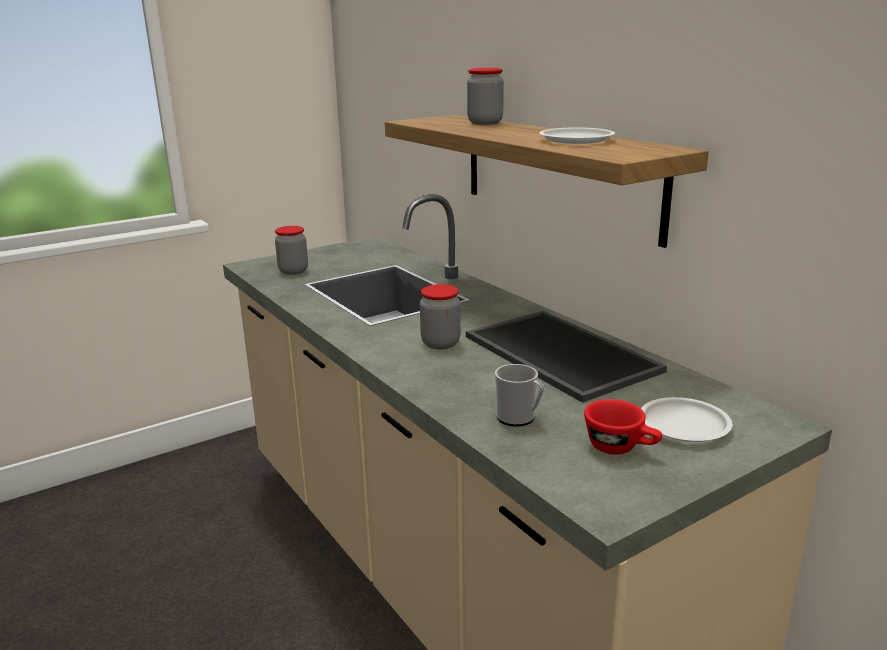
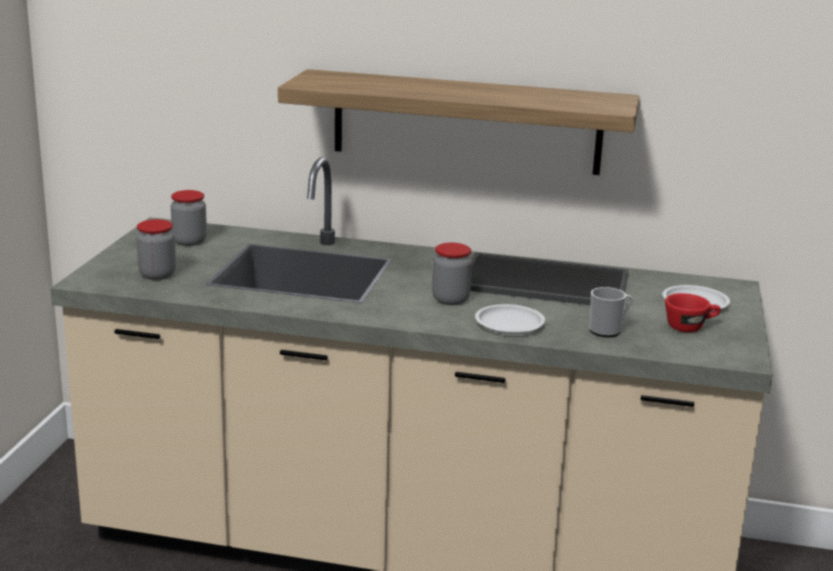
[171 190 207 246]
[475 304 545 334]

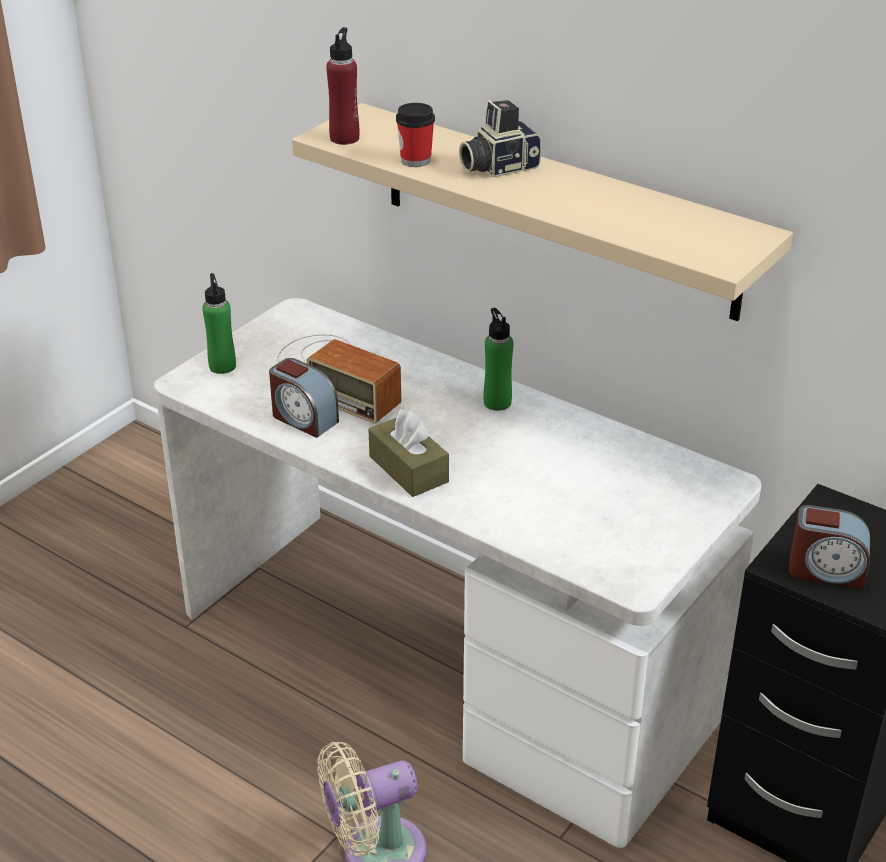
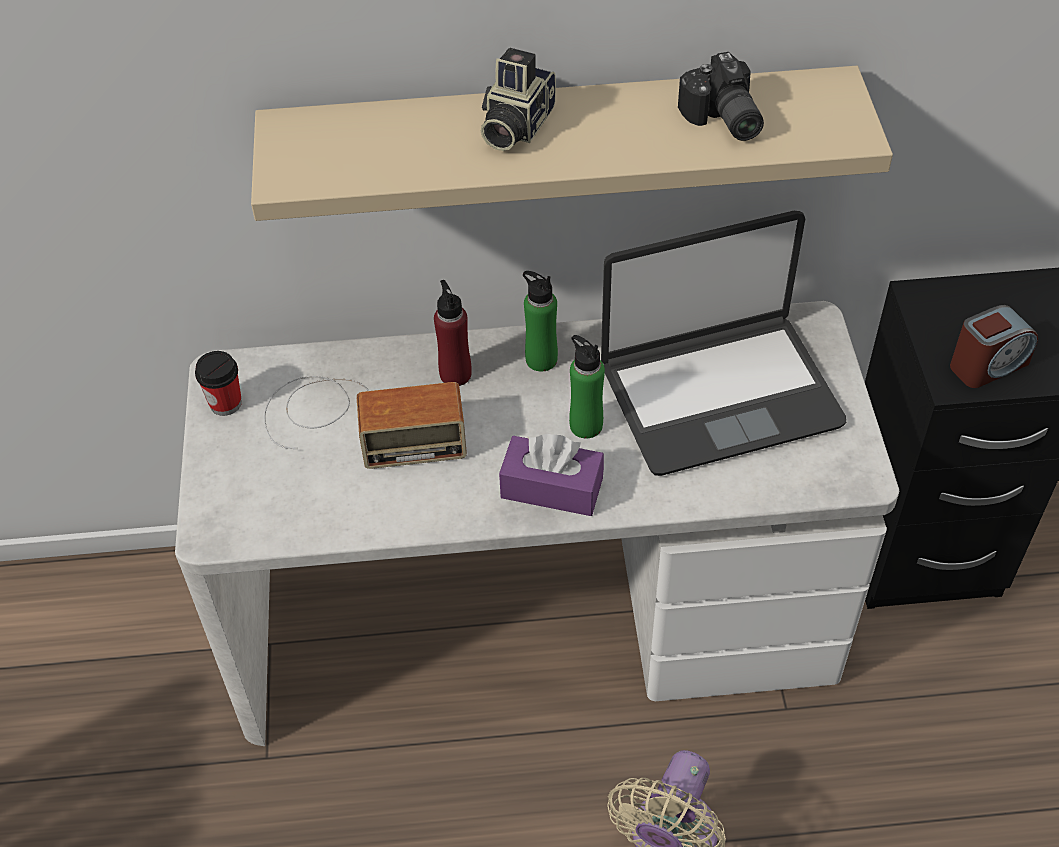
[569 335 605 438]
[269 358 339 438] (first image)
[434 280 472 386]
[499 434 604 516]
[195 351 242 416]
[601 211 846 476]
[678 52 764 141]

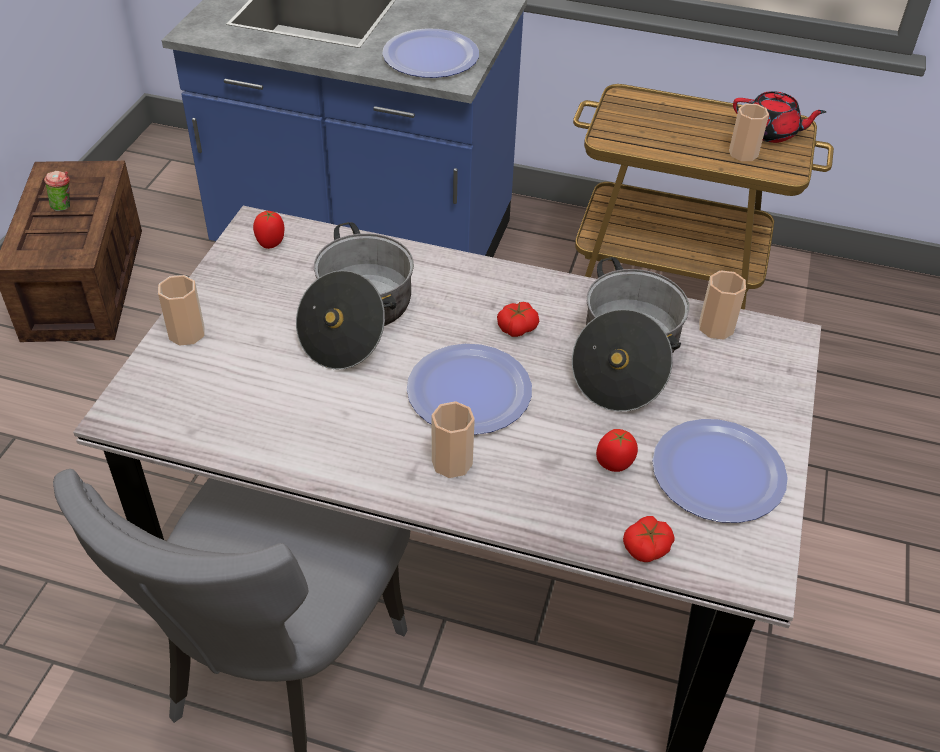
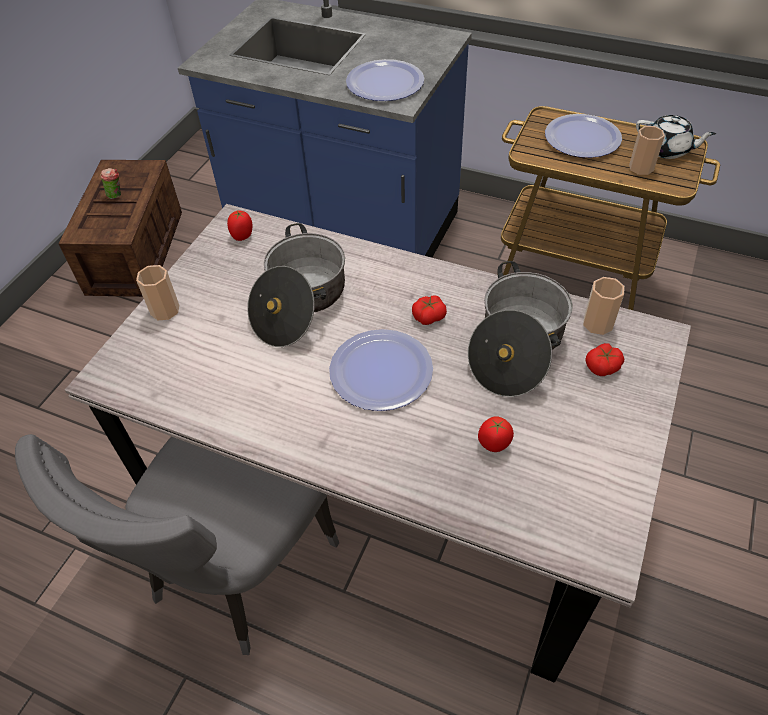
[432 401 475 478] (first image)
[586 343 624 376]
[545 114 622 158]
[636 115 716 159]

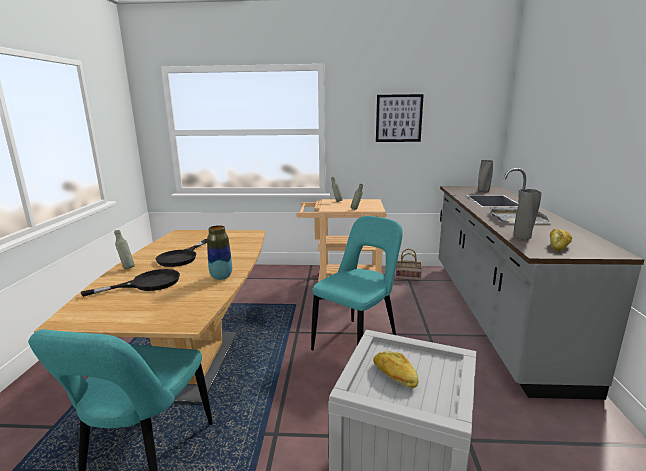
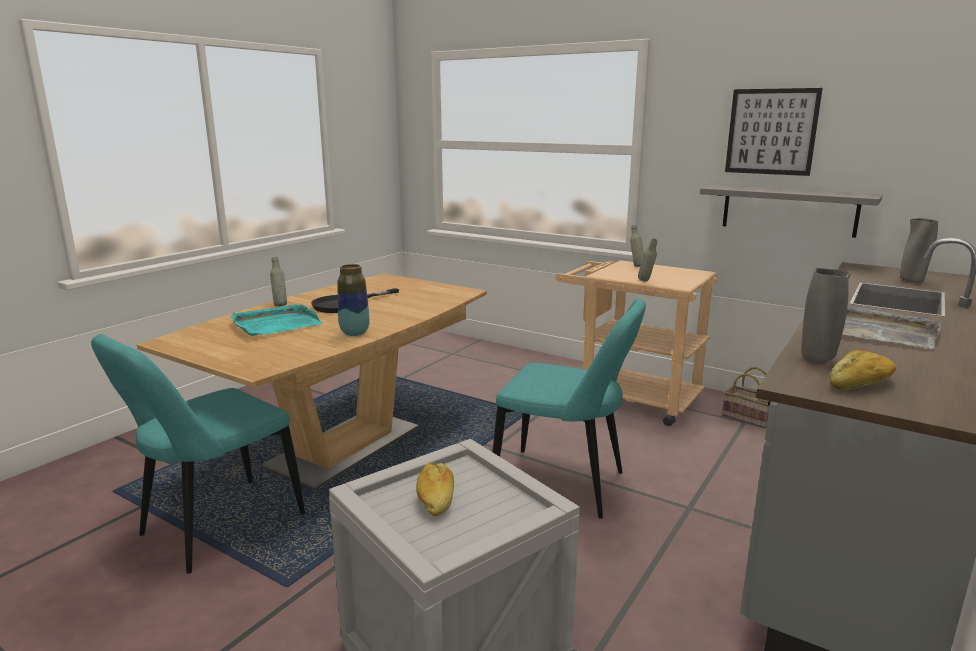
[231 304 323 336]
[493 299 646 519]
[700 185 883 238]

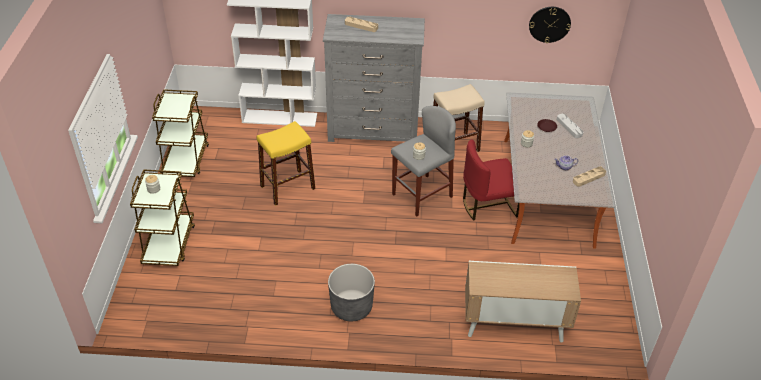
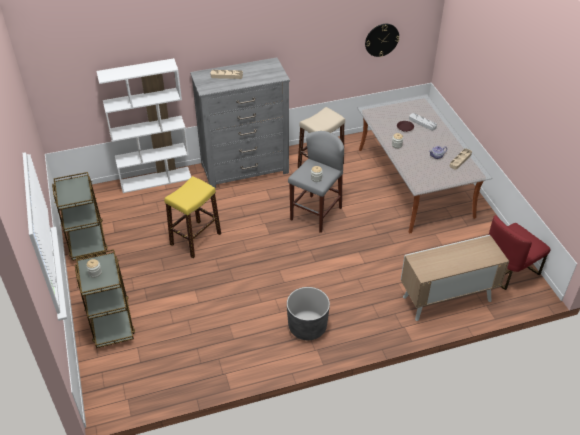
[489 215 551 290]

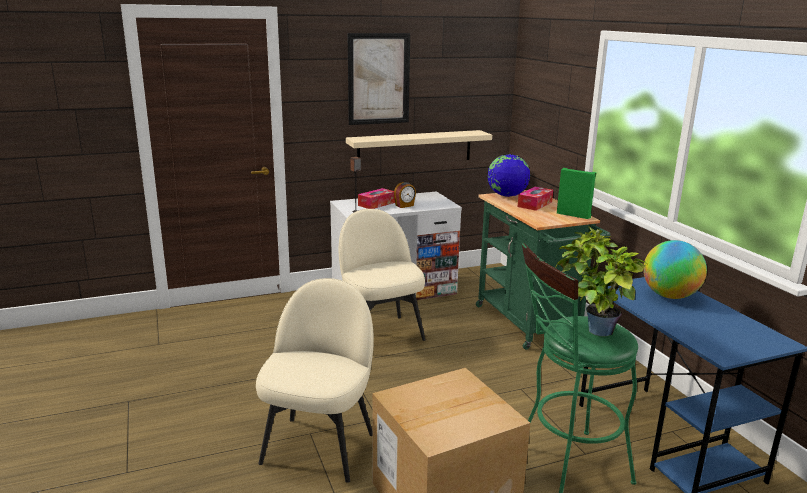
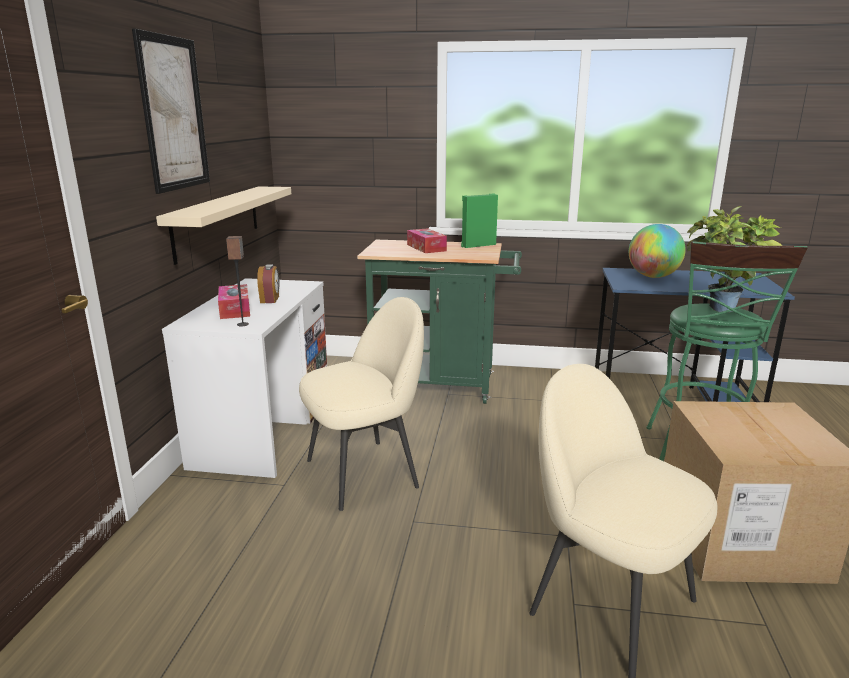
[299 297 424 511]
[487 154 530 197] (first image)

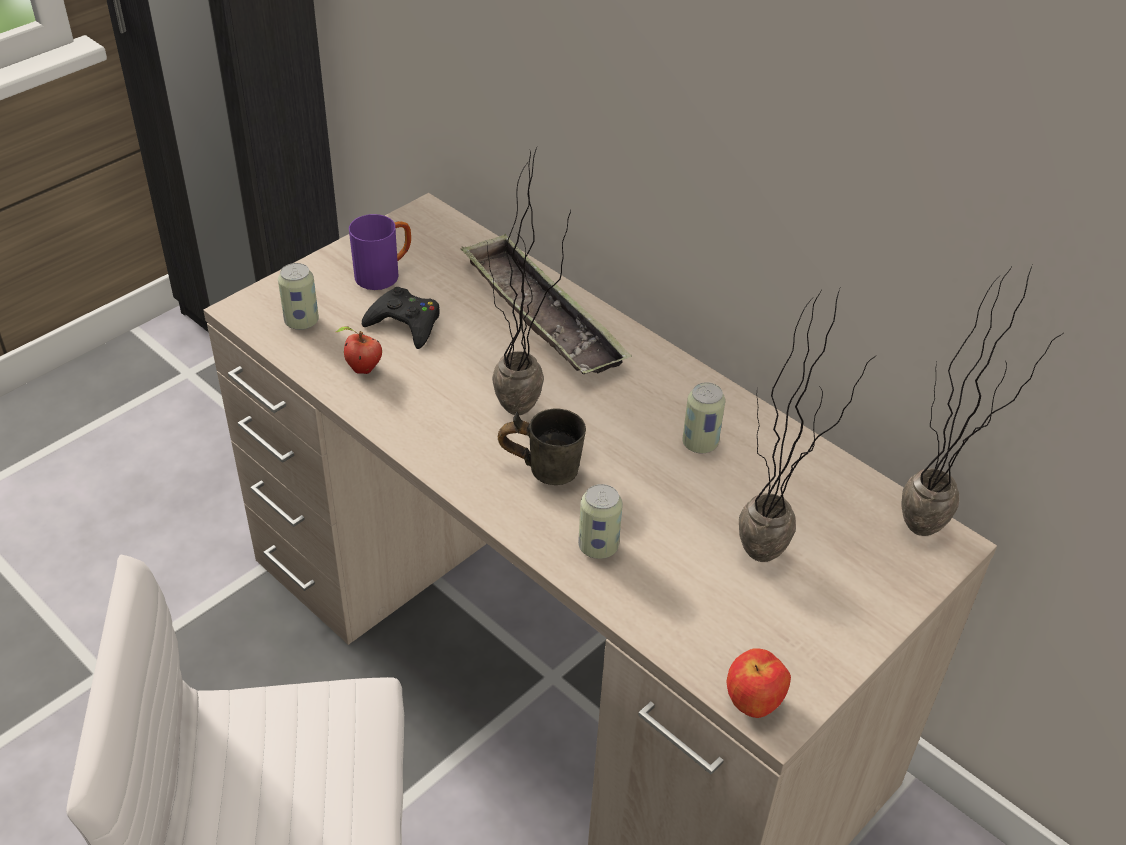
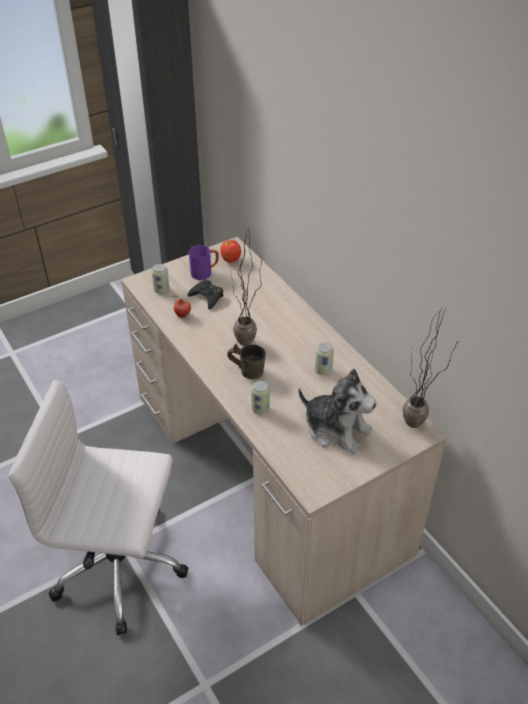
[461 234 632 374] (first image)
[221 240 241 263]
[298 368 377 454]

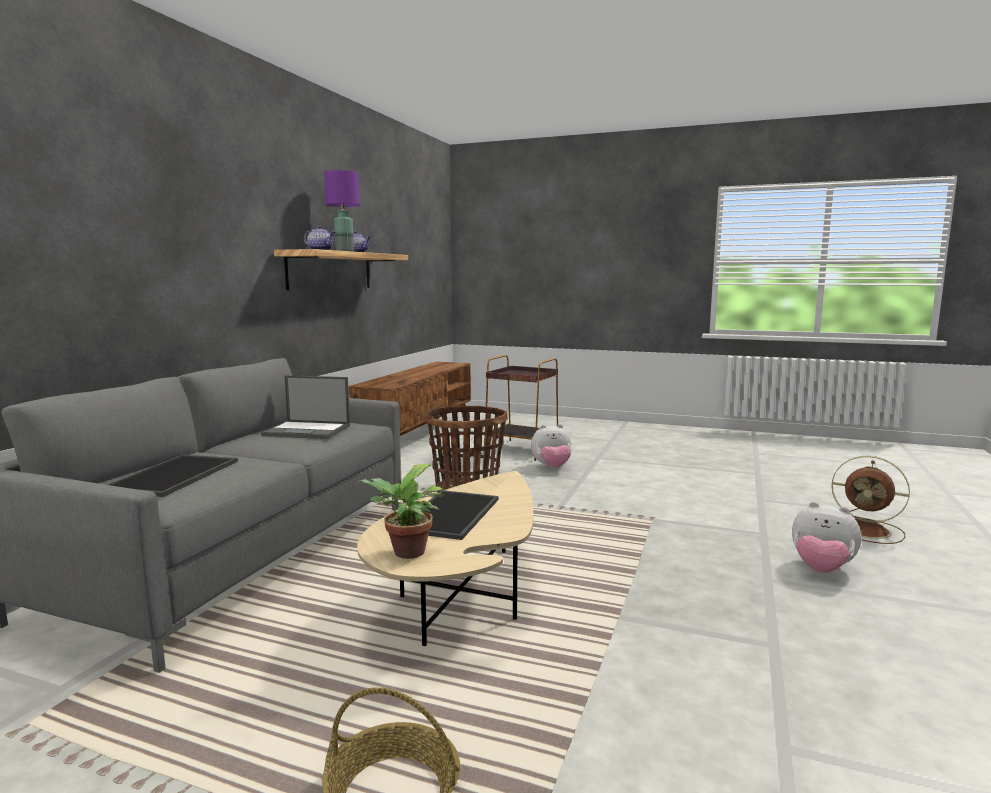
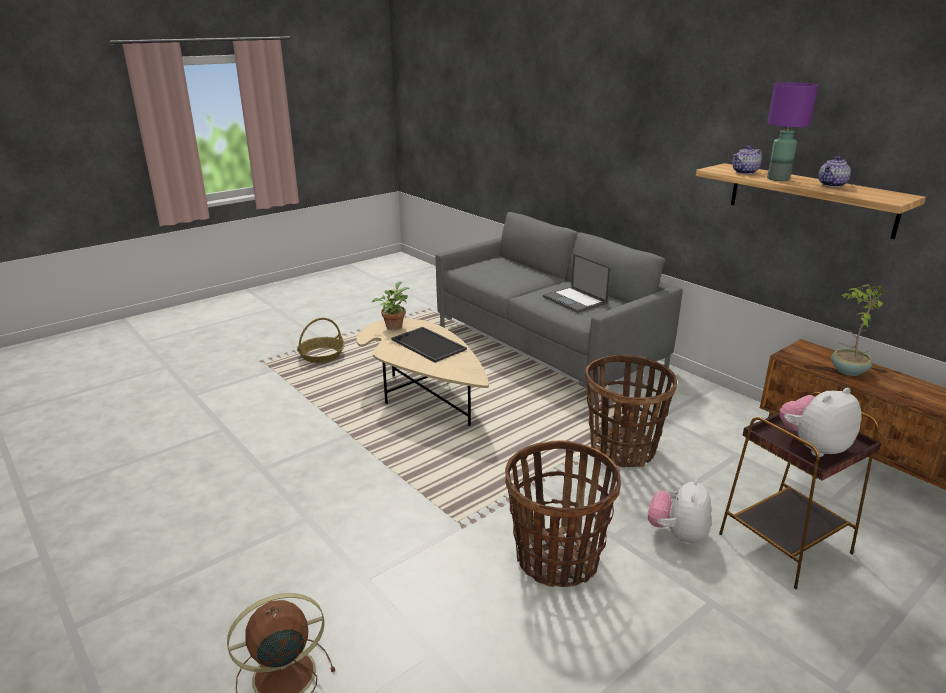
[107 455 238 497] (first image)
[543 254 611 313]
[779 388 862 457]
[505 441 621 587]
[831 285 886 376]

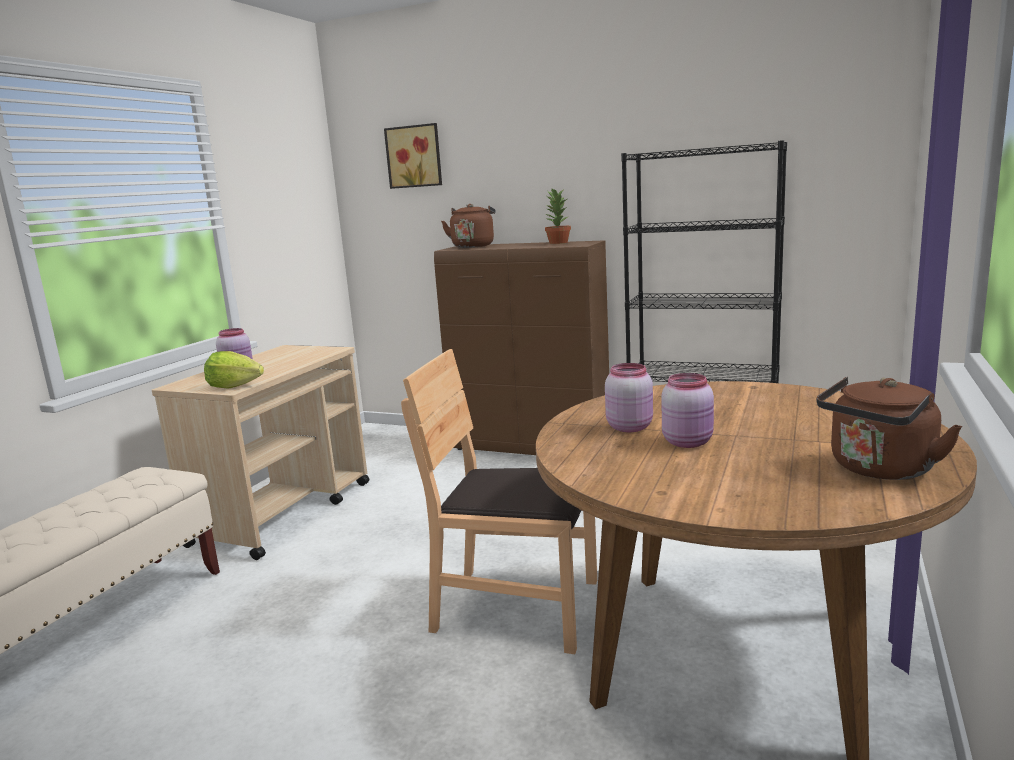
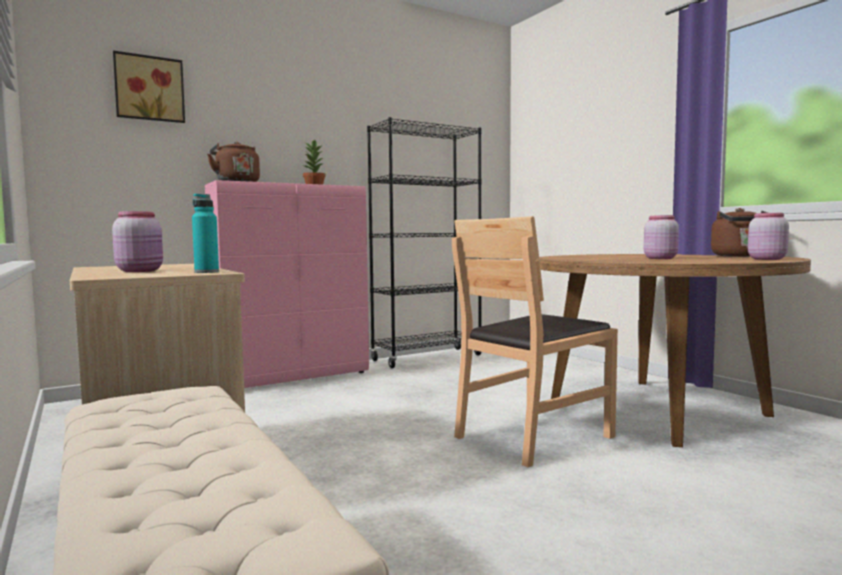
[192 194 219 273]
[205 180 369 388]
[748 213 789 260]

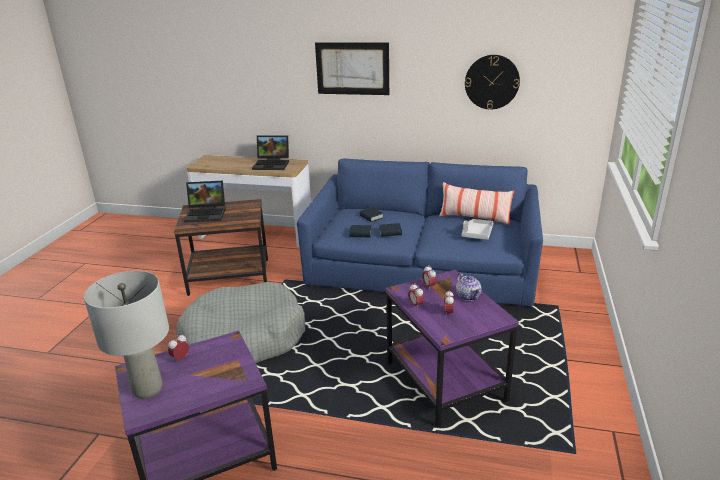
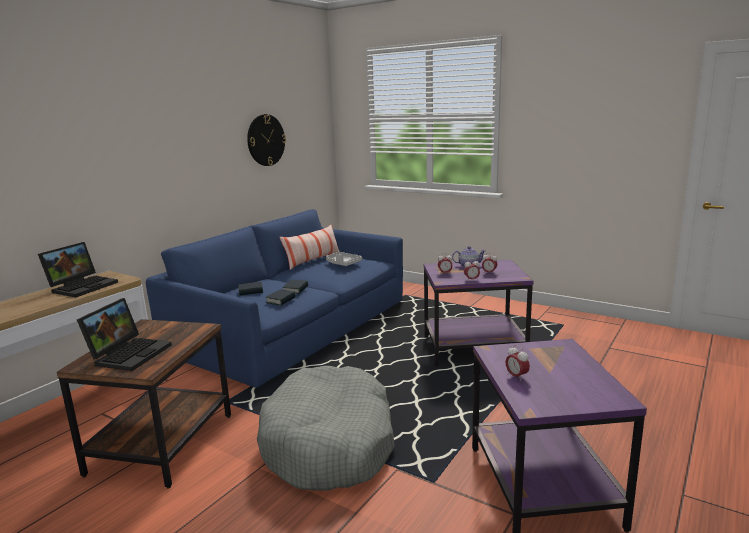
[84 271 169 399] (first image)
[315 42 389 95] (first image)

